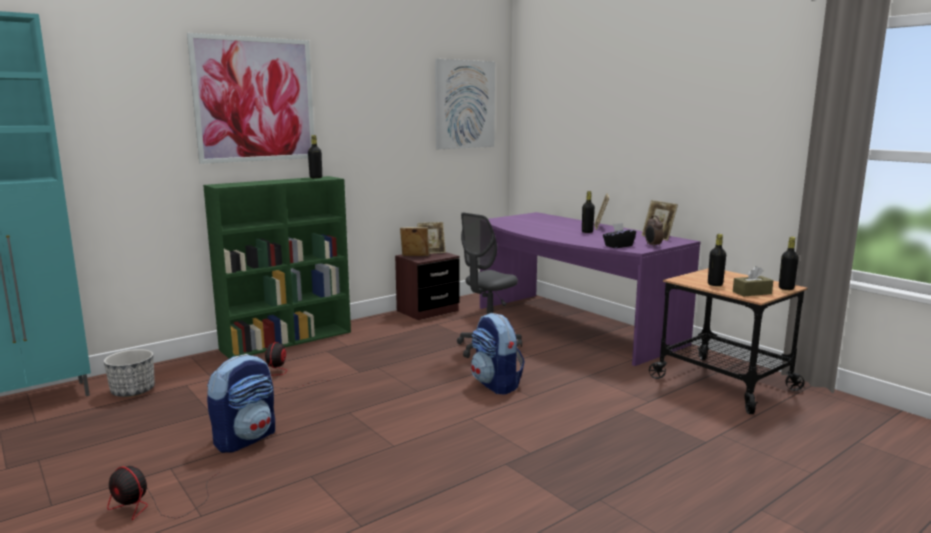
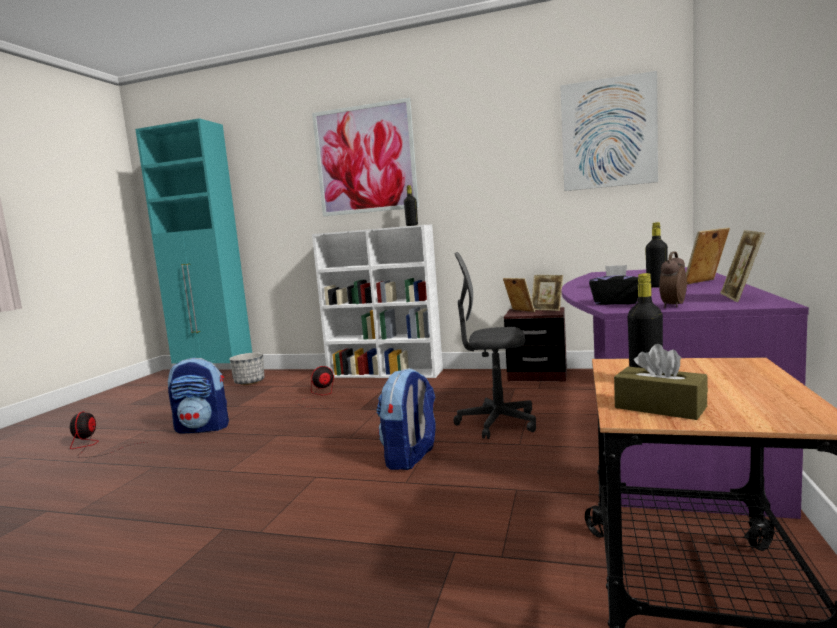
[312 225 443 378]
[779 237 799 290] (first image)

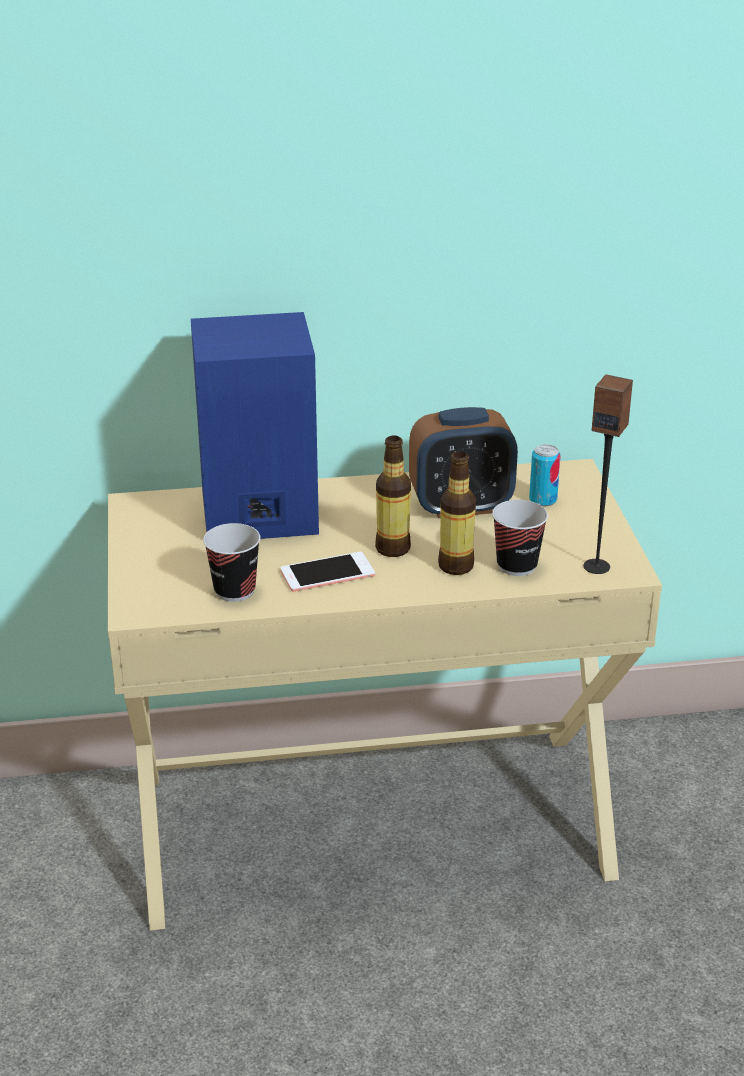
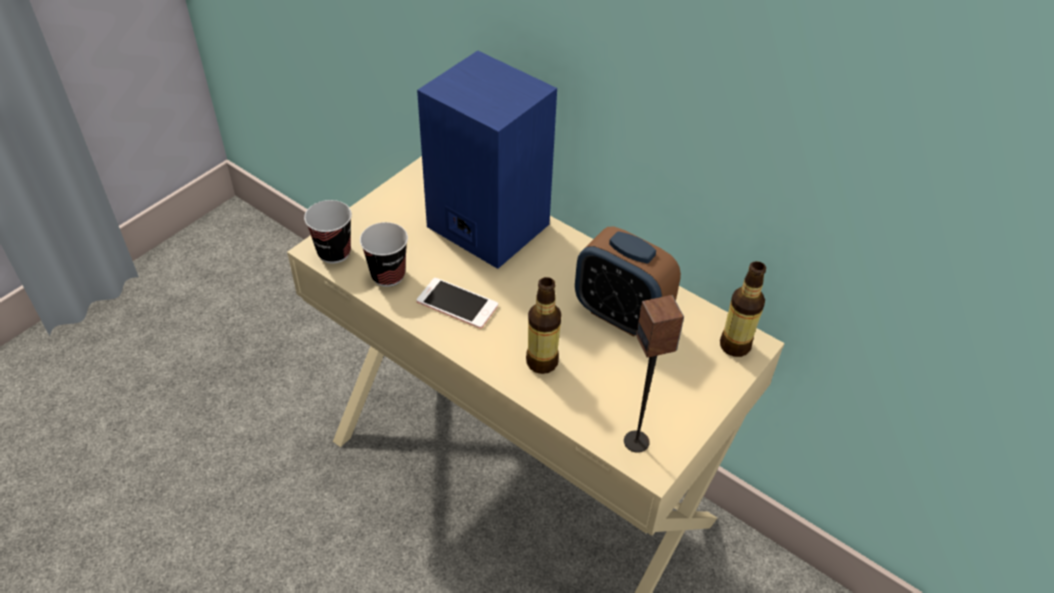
[720 261 766 357]
[304 200 352 264]
[529 444 561 506] (first image)

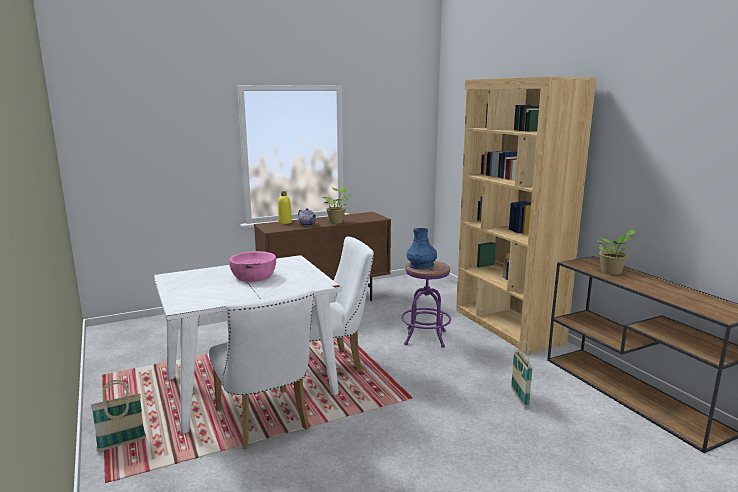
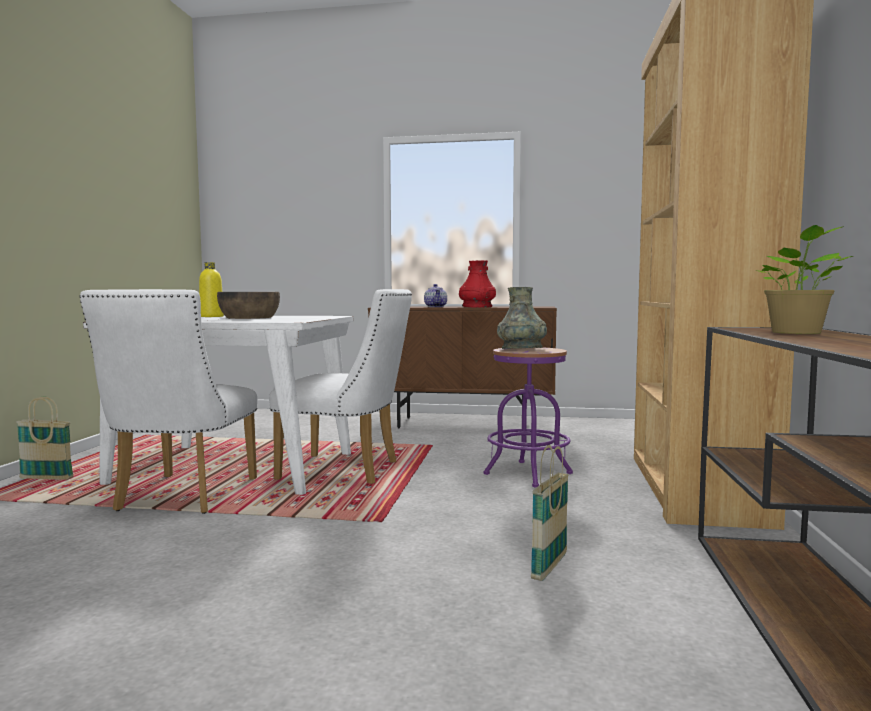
[217 292 280 319]
[199 262 224 317]
[459 260 496 308]
[497 287 547 349]

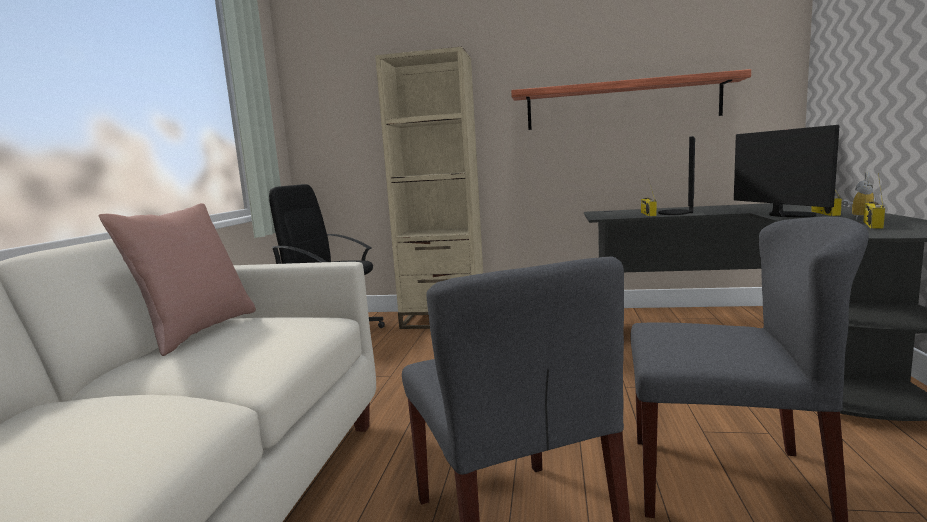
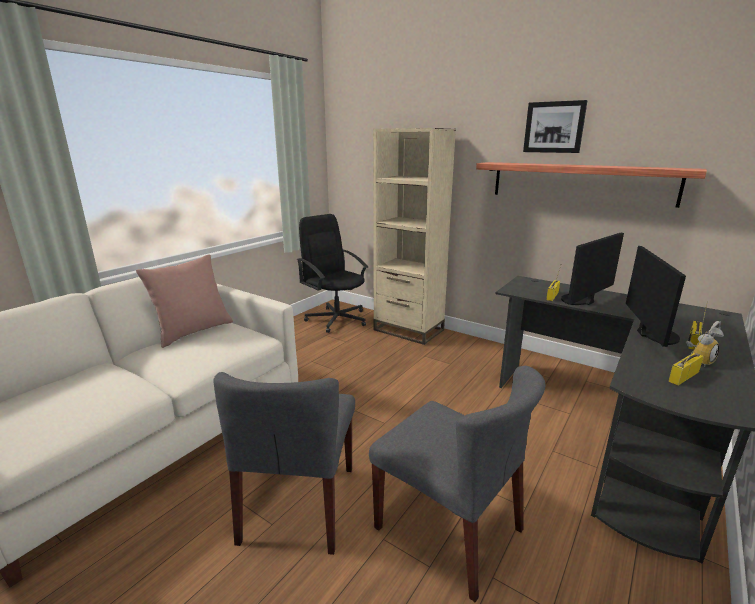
[523 100 588 153]

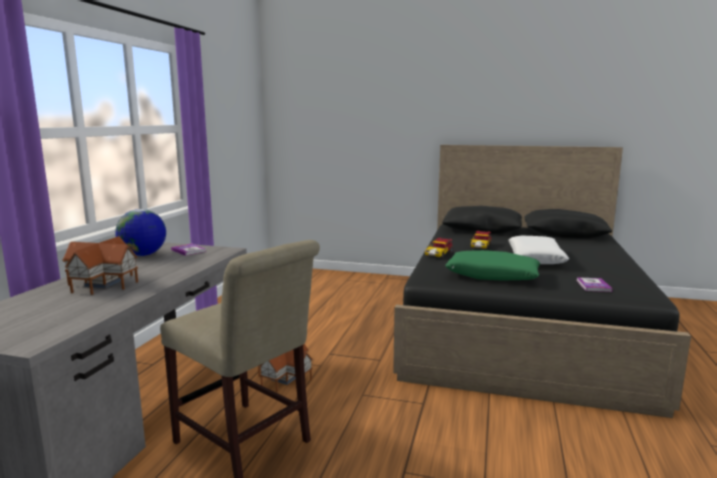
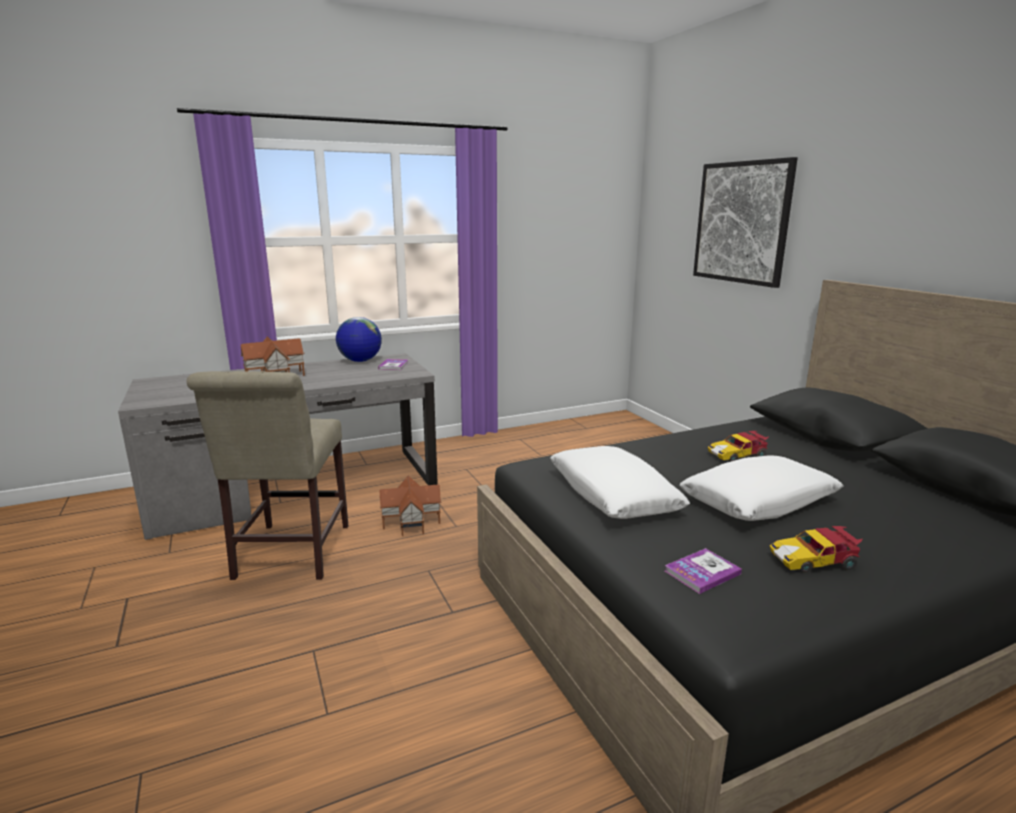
[770 526 863 573]
[550 446 690 519]
[693 157 798 288]

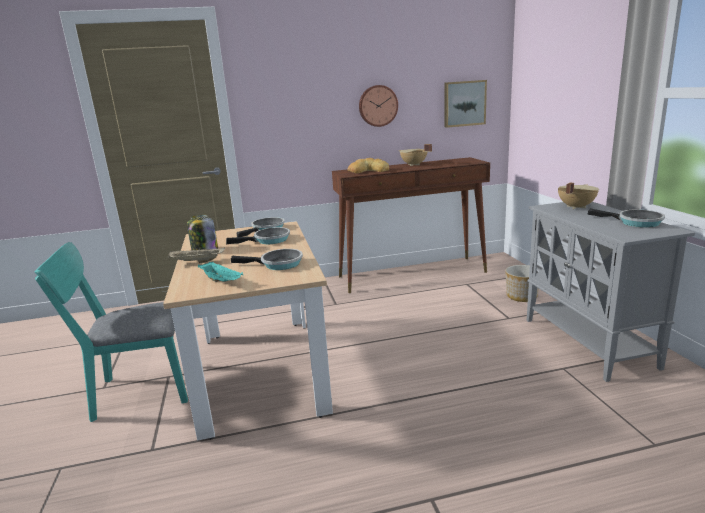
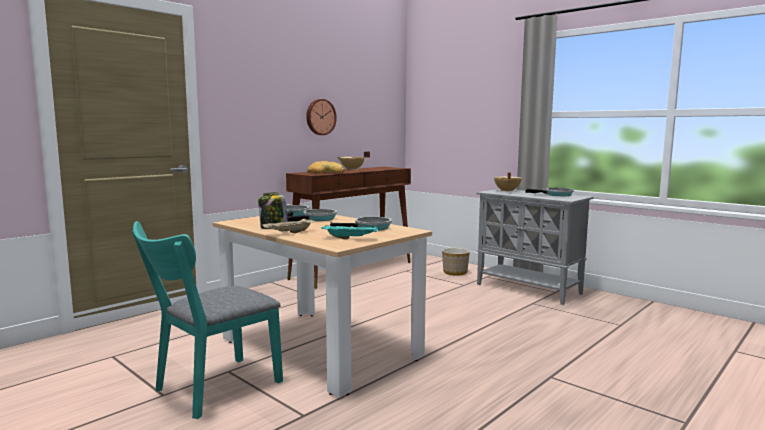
[444 80 487 128] (first image)

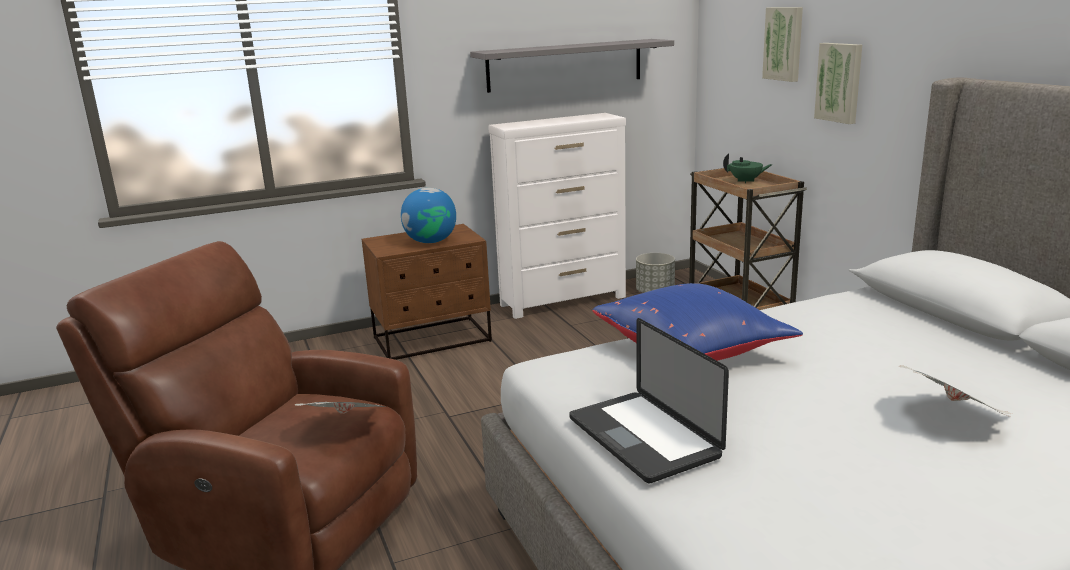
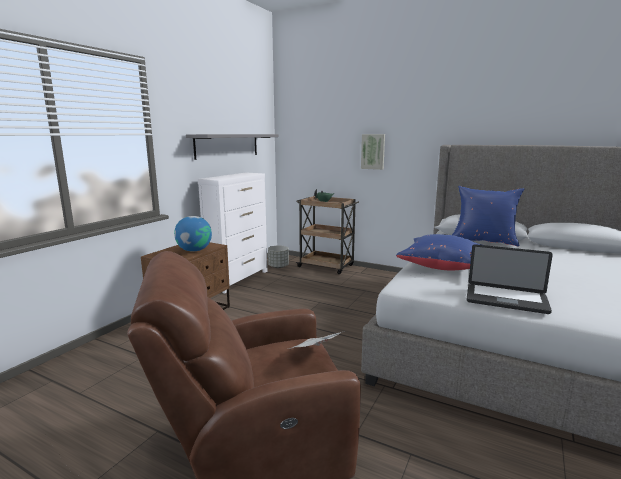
[762 7 803 82] (first image)
[899 365 1012 417] (first image)
[452 186 524 247]

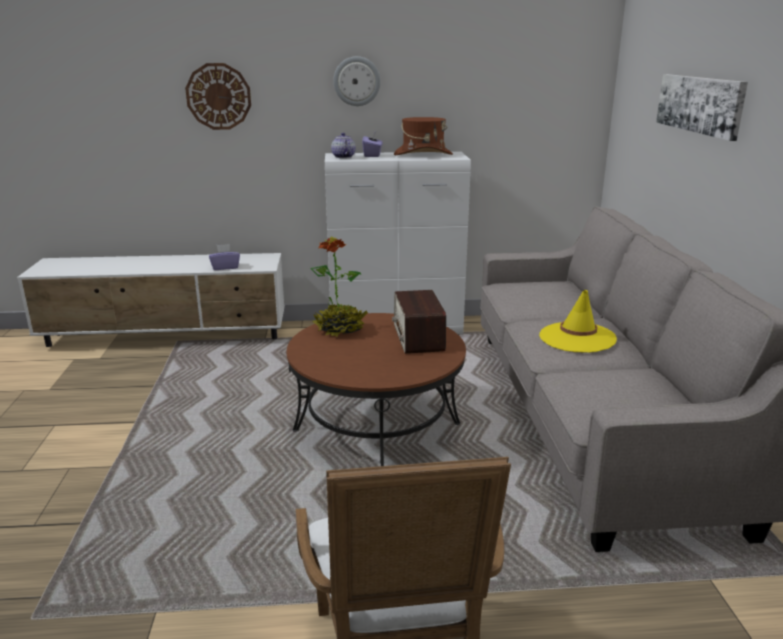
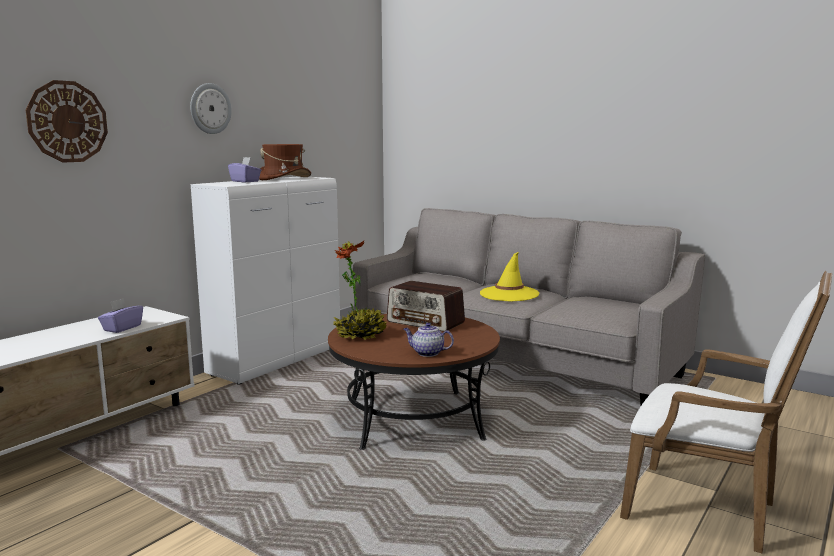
[404 323 454 357]
[656 74 748 141] (first image)

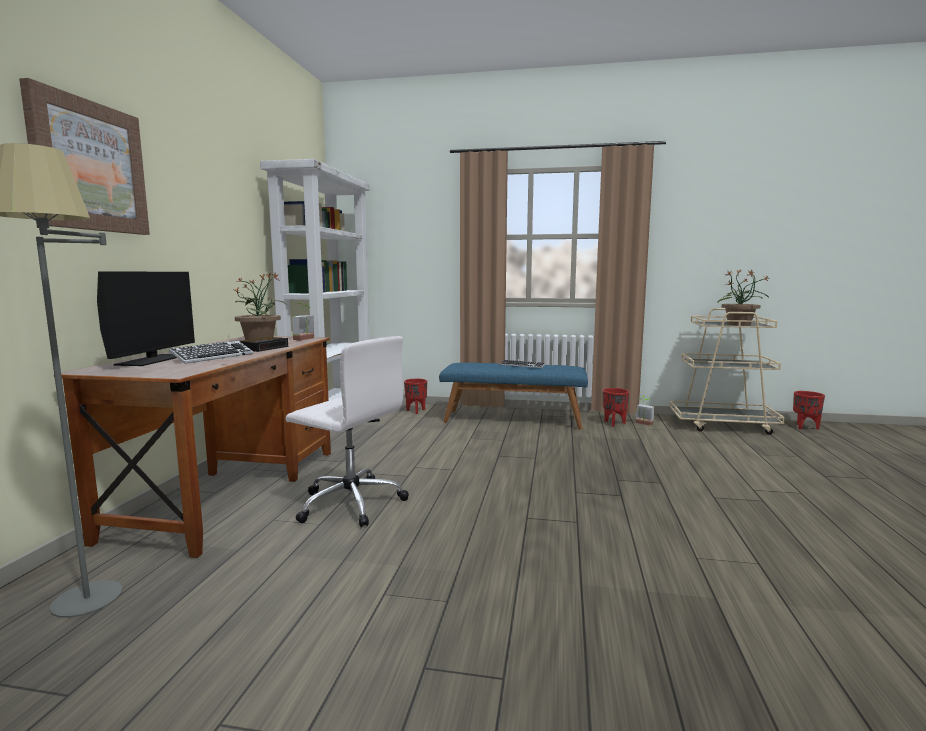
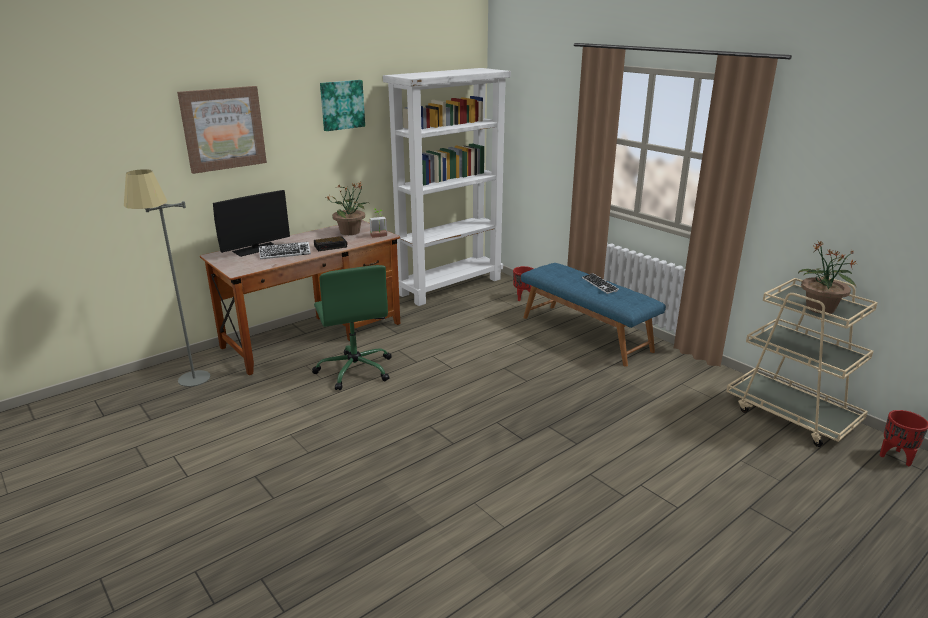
[312 265 392 390]
[603 388 629 427] (first image)
[636 395 655 426] (first image)
[320 80 365 131]

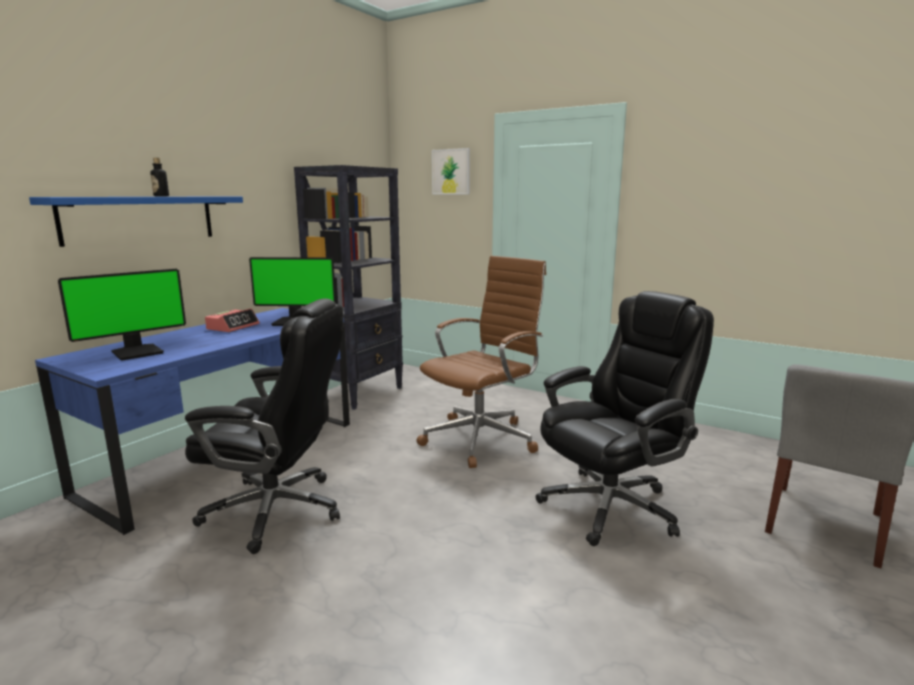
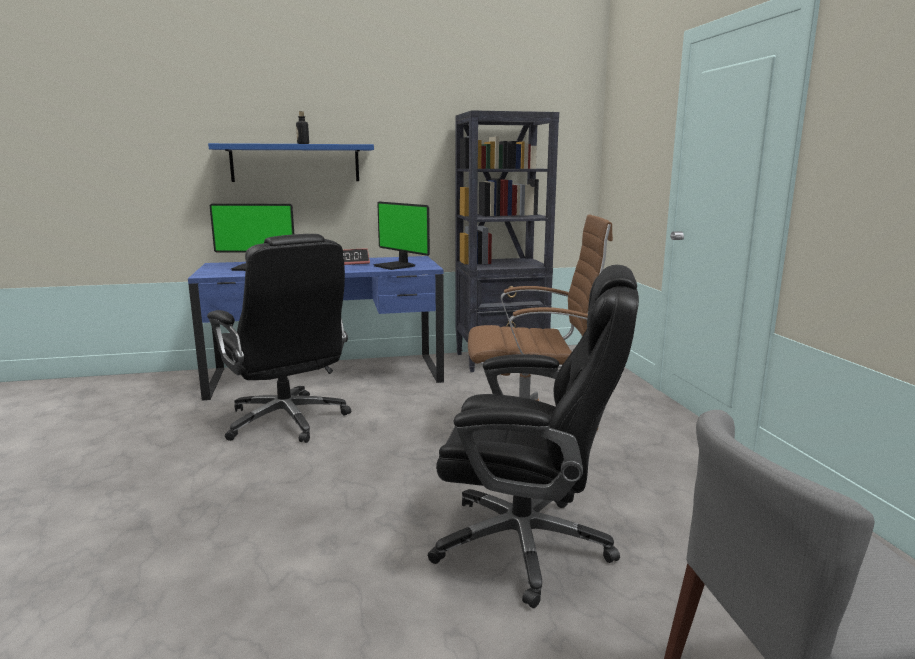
[432 148 470 194] (first image)

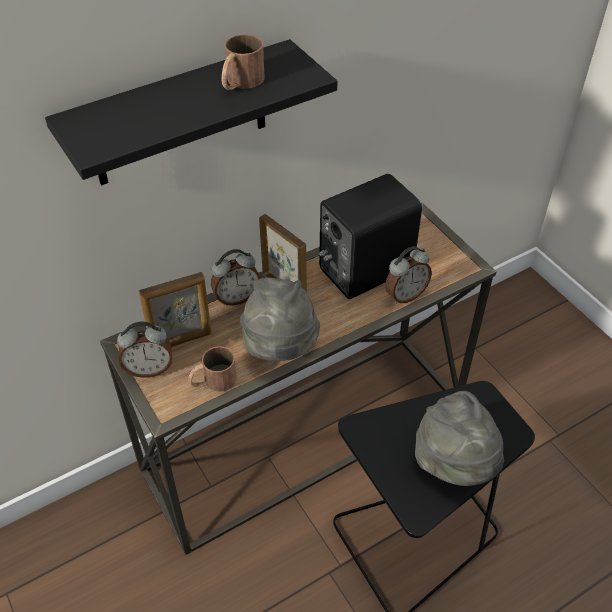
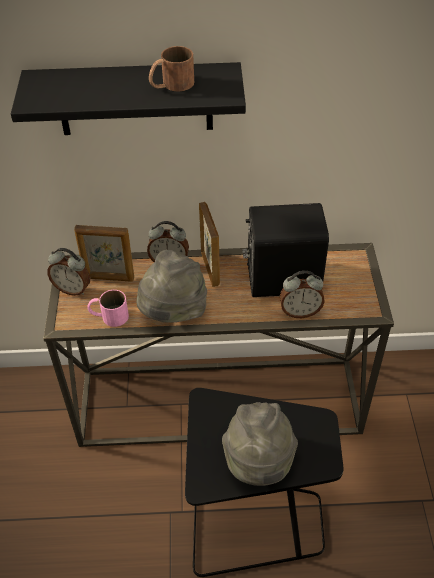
[87 290 129 327]

